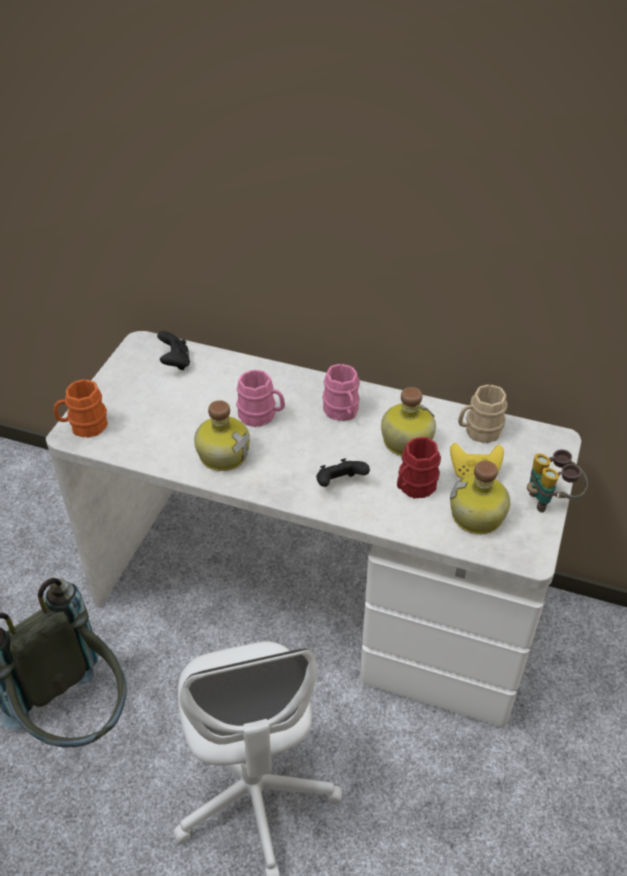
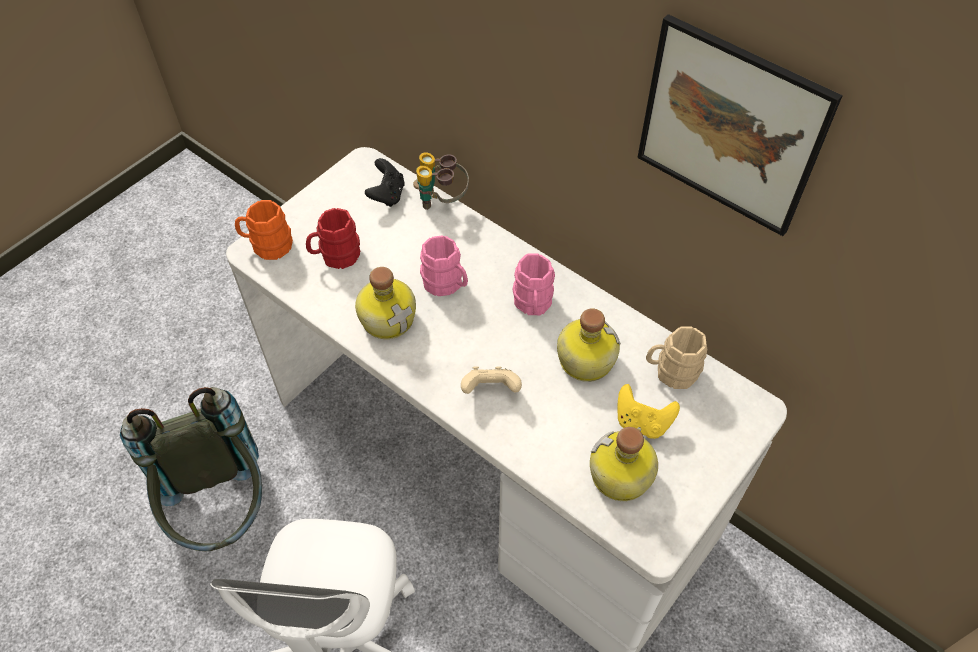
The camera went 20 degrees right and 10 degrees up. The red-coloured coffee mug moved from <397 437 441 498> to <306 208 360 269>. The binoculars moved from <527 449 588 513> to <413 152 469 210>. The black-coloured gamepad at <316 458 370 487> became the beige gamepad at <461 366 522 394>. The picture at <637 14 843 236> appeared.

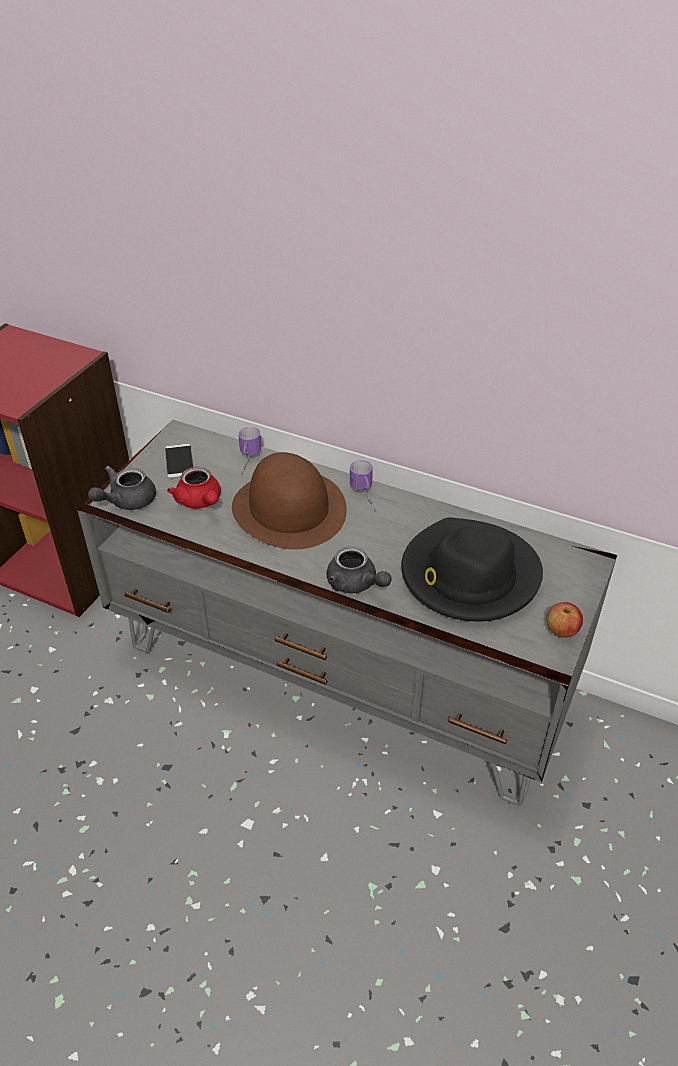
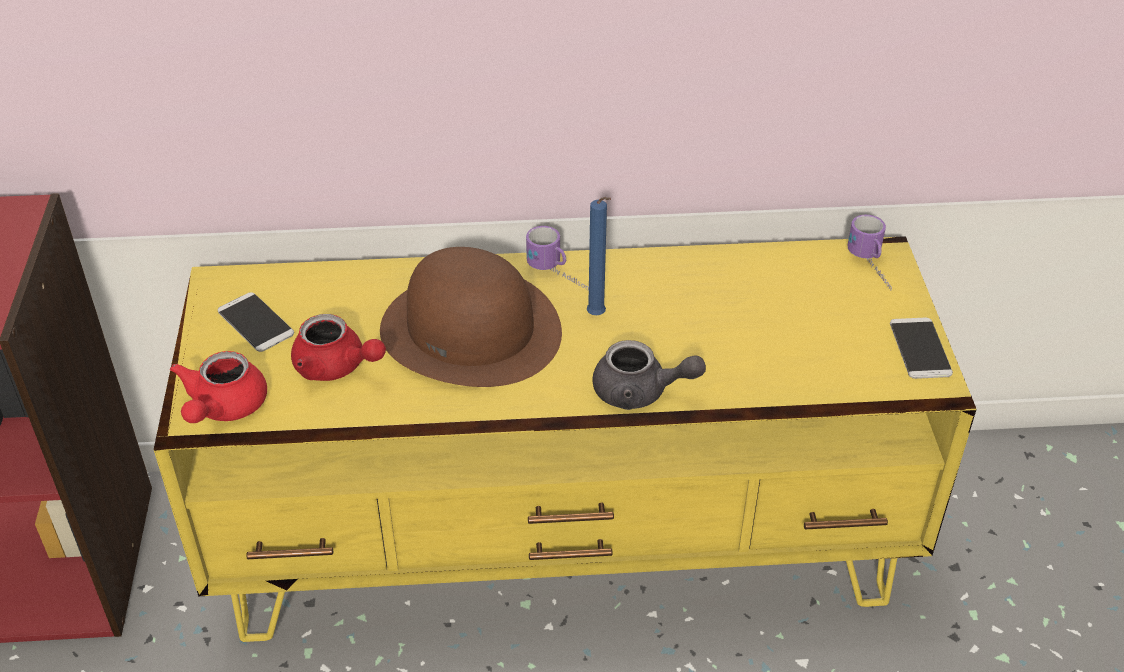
The camera went 30 degrees left and 0 degrees up. The greyish tv unit at <77 420 617 806> became the yellow-coloured tv unit at <154 236 976 642>. The greyish pot for tea at <88 466 156 510> became the red-coloured pot for tea at <170 351 267 423>. The bluish wax candle at <587 197 611 315> appeared. The coffee mug moved from <238 427 261 477> to <847 215 892 291>. The apple fruit at <547 602 583 638> was replaced by the handset at <890 317 953 379>. The black-coloured wearable hat at <401 518 543 621> disappeared.

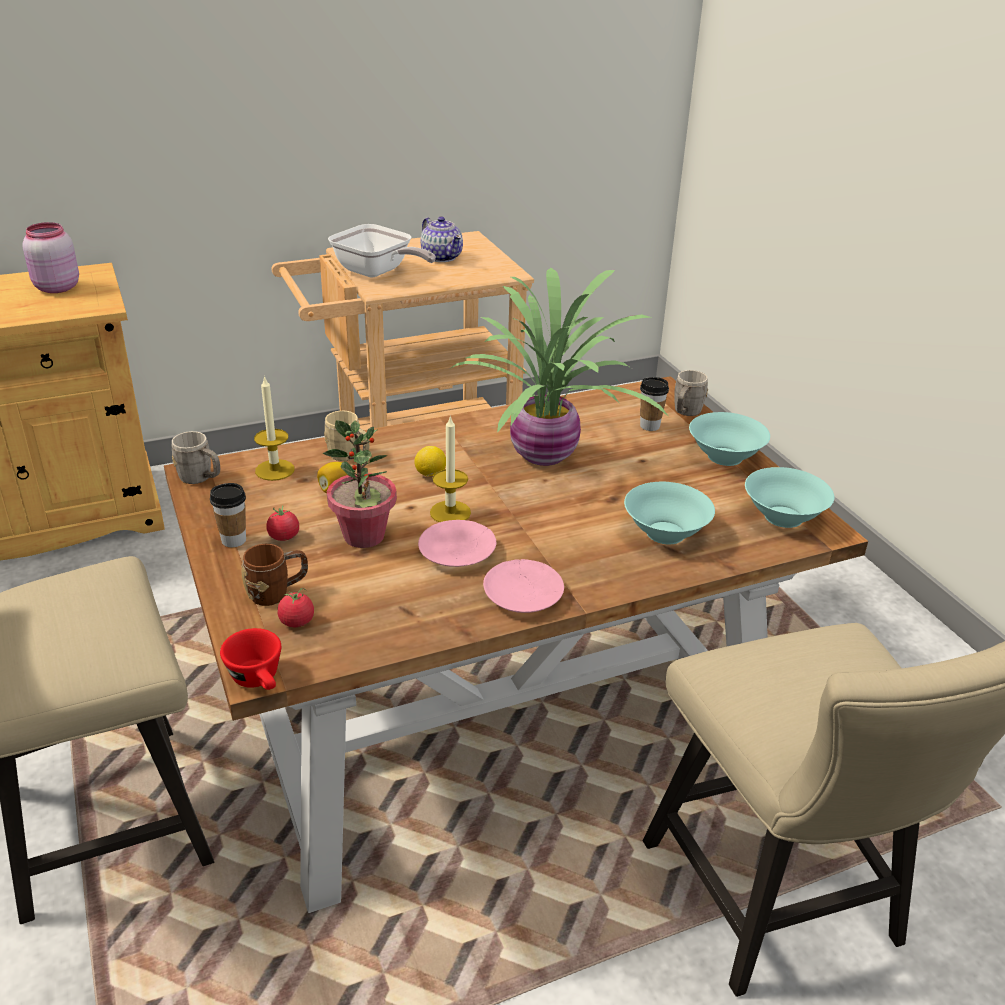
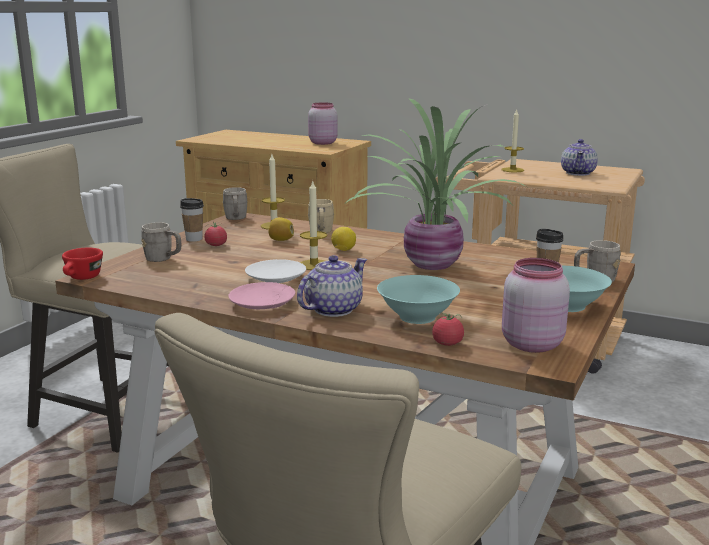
The camera went 50 degrees right and 15 degrees down. The brown-coloured coffee mug at <241 544 308 606> became the greyish coffee mug at <141 222 181 262>. The pink plate at <418 520 496 567> became the white-coloured plate at <245 259 306 283>. The pot for tea at <297 255 367 317> appeared. The tomato moved from <277 588 314 627> to <432 313 464 346>. The pan at <328 224 436 277> was replaced by the wax candle at <501 110 524 172>. The turquoise bowl at <745 467 834 528> was replaced by the pink storage jar at <502 258 570 353>. The houseplant at <323 420 397 548> disappeared.

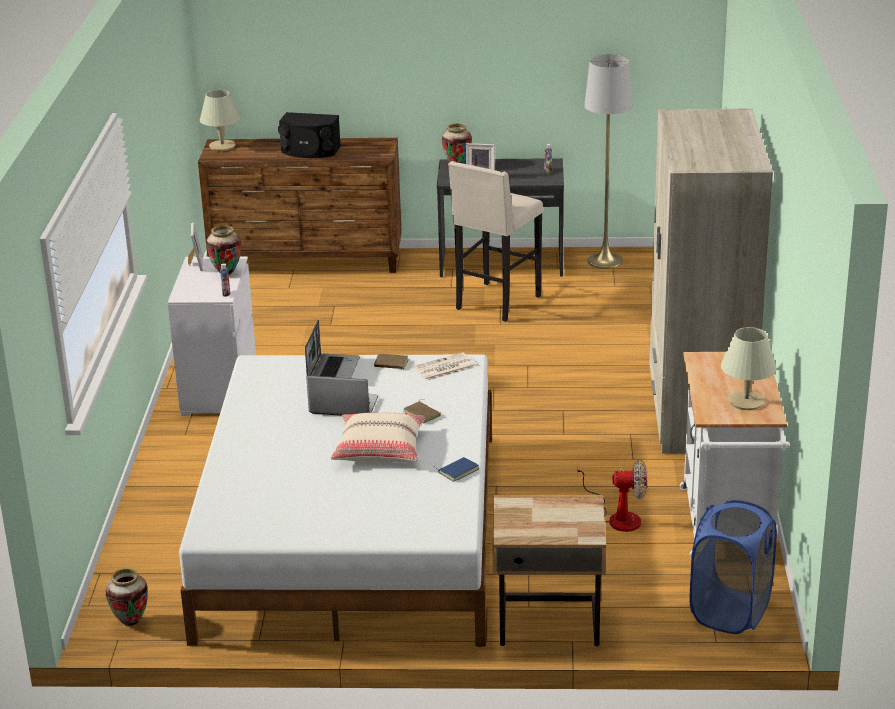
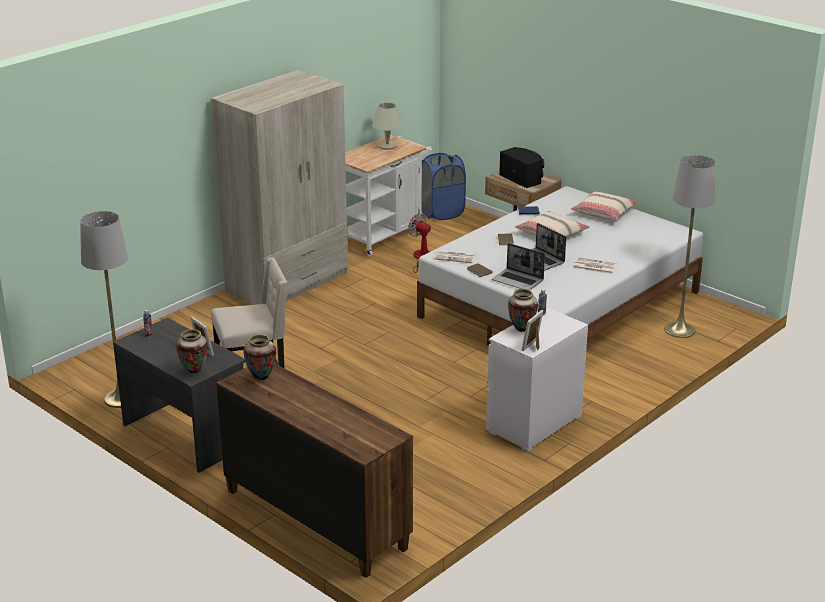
The camera went 140 degrees left and 0 degrees up. The flower vase moved from <106 568 148 627> to <244 334 276 381>. The portable computer at <305 320 360 378> turned 105 degrees counterclockwise. The black-coloured speaker moved from <278 112 341 158> to <499 147 544 188>. The beige cushion at <571 191 639 221> appeared. The daily paper at <573 257 617 274> appeared. The greyish standing lamp at <664 155 716 338> appeared. The beige tabletop lamp at <200 90 240 151> disappeared.

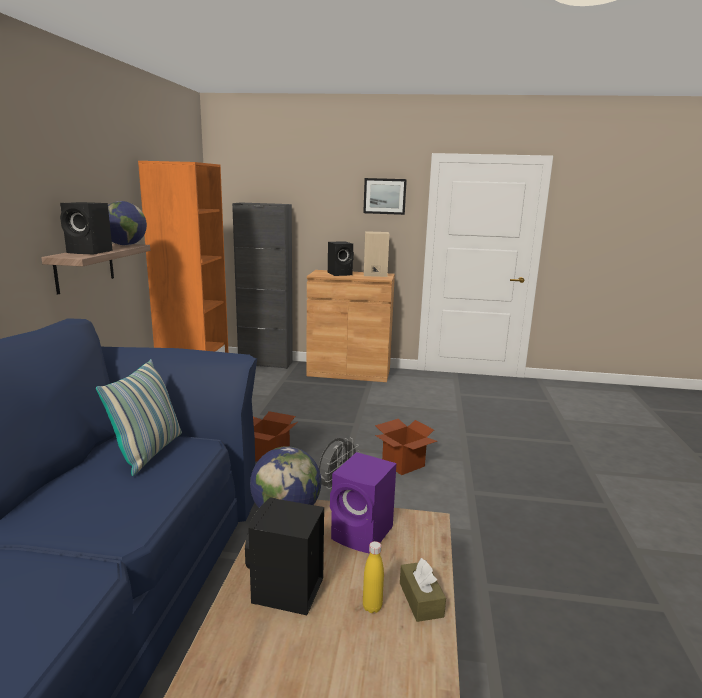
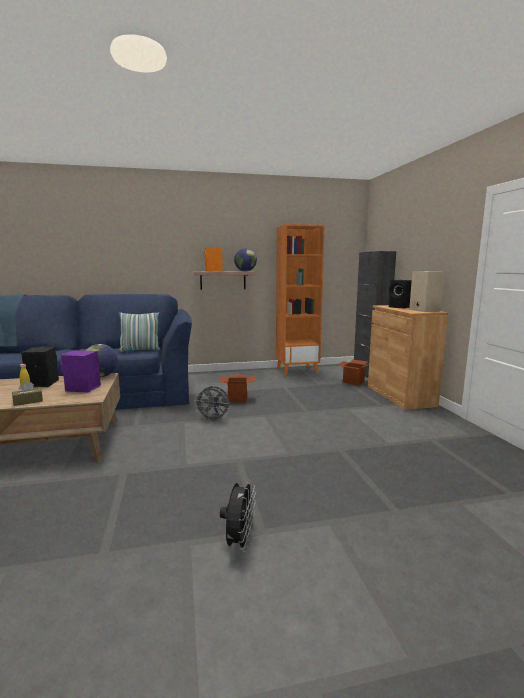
The camera went 70 degrees right and 5 degrees down. The black-coloured speaker at <60 202 113 254> became the orangey speaker at <205 247 223 272>. The black-coloured electric fan at <220 480 256 552> appeared. The carton moved from <375 419 437 475> to <339 359 369 385>. The picture at <363 178 407 215> disappeared.

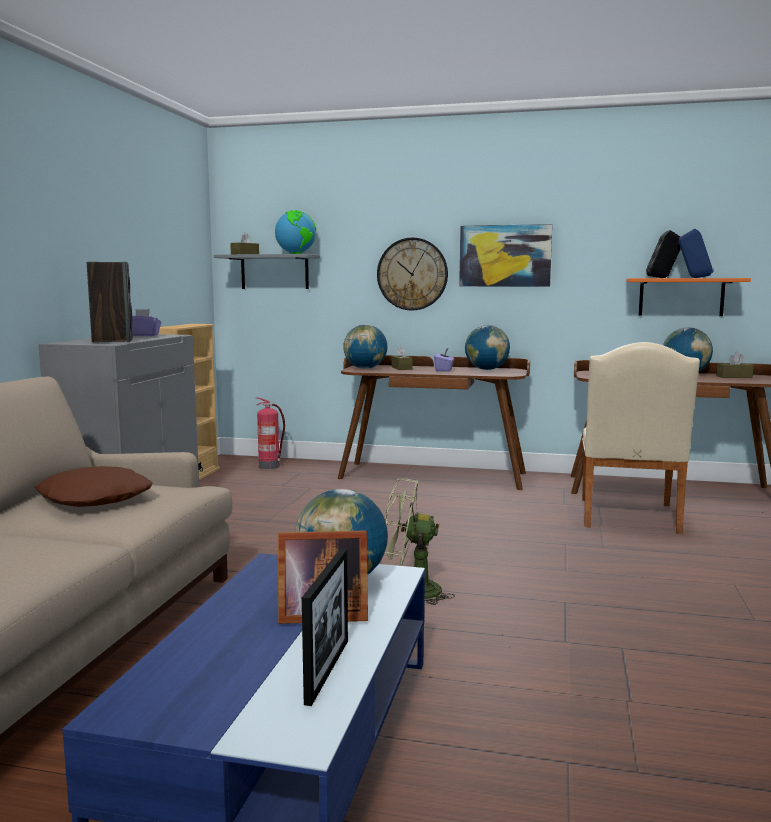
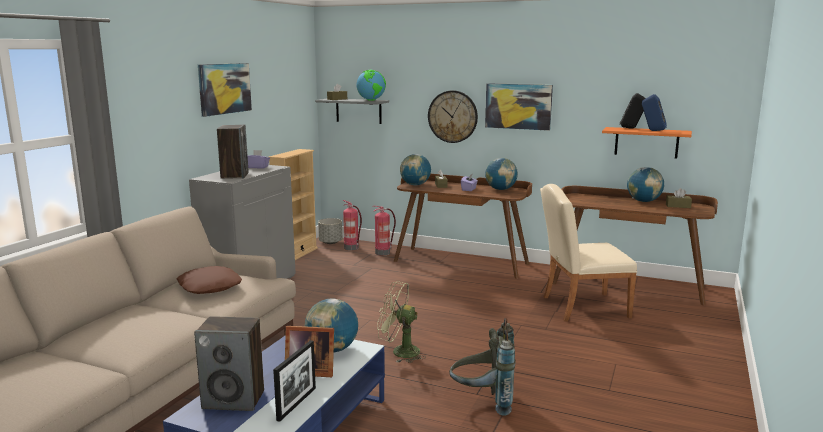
The camera went 10 degrees right and 5 degrees up. The speaker at <194 316 264 411> appeared. The picture at <198 63 252 117> appeared. The greyish flower pot at <318 218 342 244> appeared. The fire extinguisher at <373 206 396 255> appeared. The greyish backpack at <449 318 515 416> appeared. The beige upright chair at <582 342 700 534> turned 60 degrees clockwise.

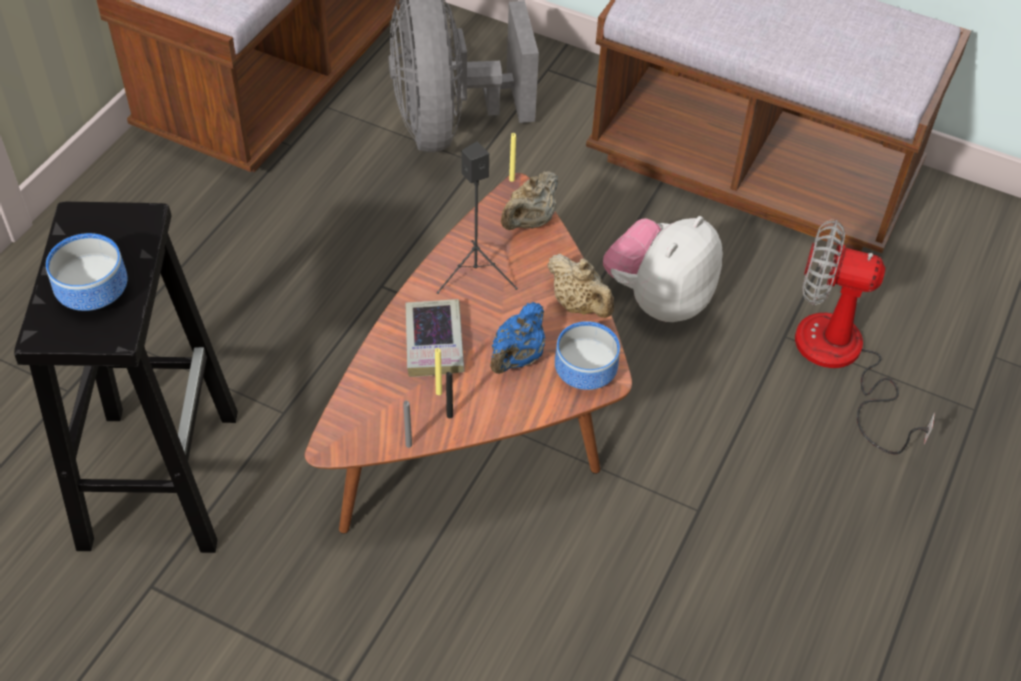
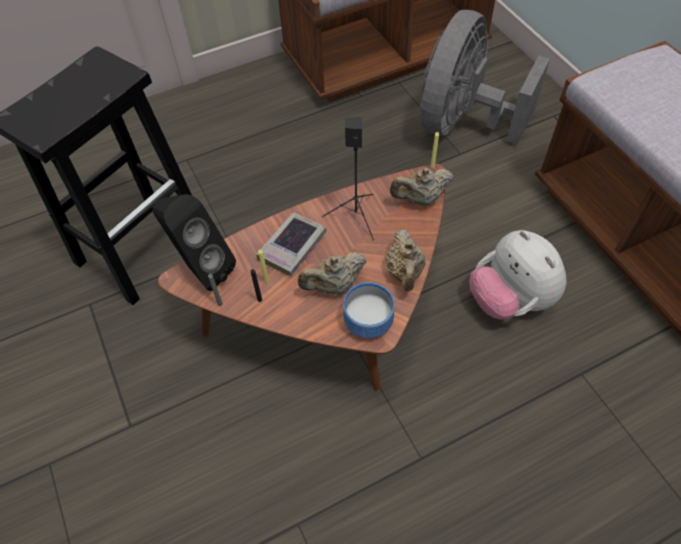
The camera went 40 degrees right and 5 degrees up. The black-coloured speaker at <153 194 236 291> appeared. The bluish pot for tea at <490 302 545 374> became the beige pot for tea at <298 252 366 295>. The soft toy at <603 216 723 322> turned 105 degrees counterclockwise. The bowl at <46 233 127 311> disappeared. The electric fan at <795 219 935 454> disappeared.

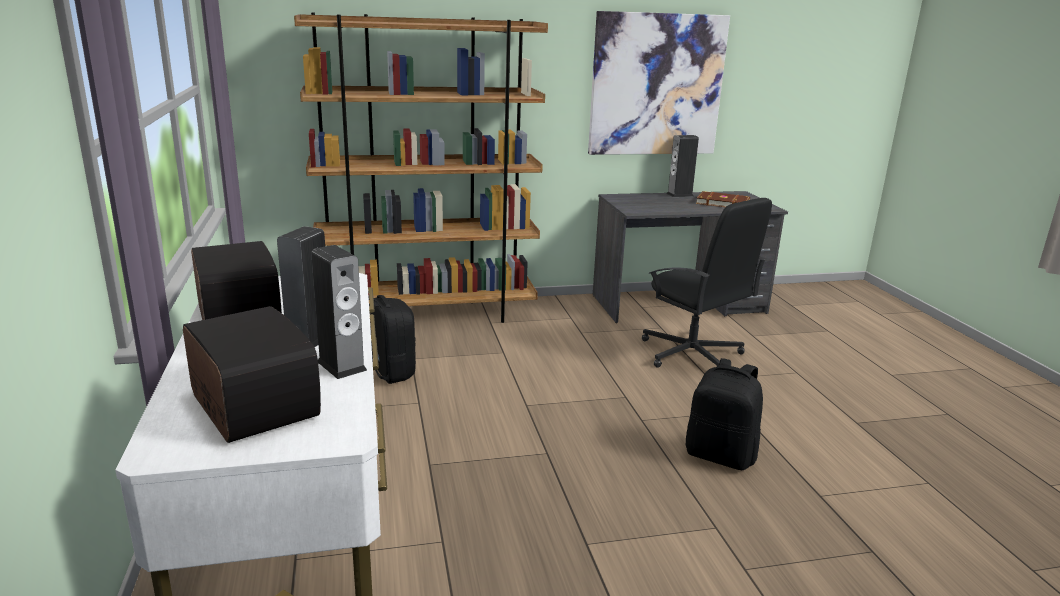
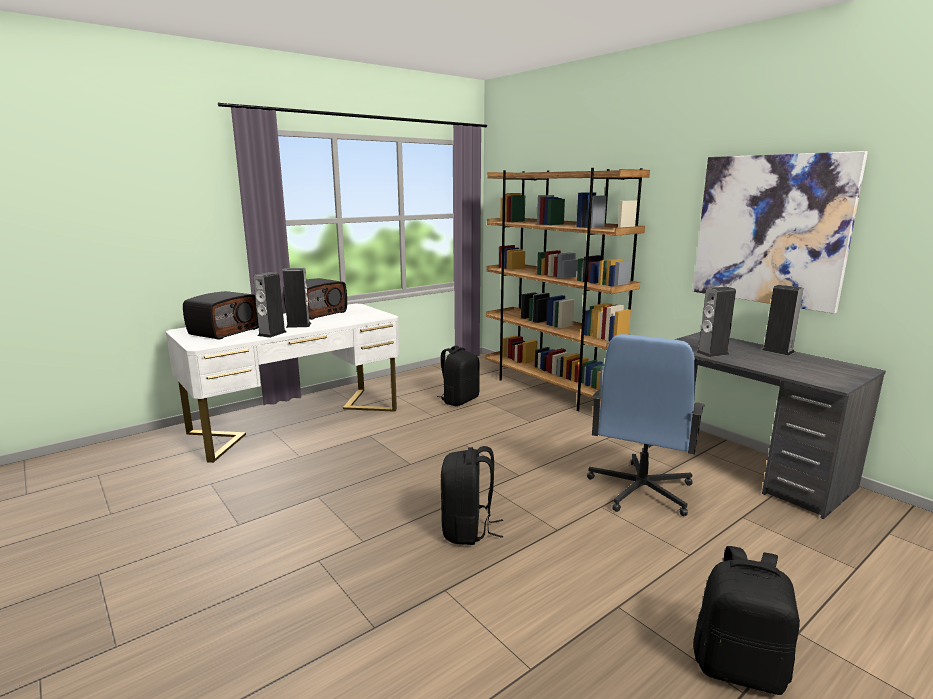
The camera went 65 degrees right and 5 degrees down. The black-coloured desk chair at <642 198 772 368> became the bluish desk chair at <587 334 705 516>. The black-coloured backpack at <693 546 800 695> appeared. The speaker at <696 287 736 357> appeared. The brown-coloured book at <696 191 750 207> disappeared.

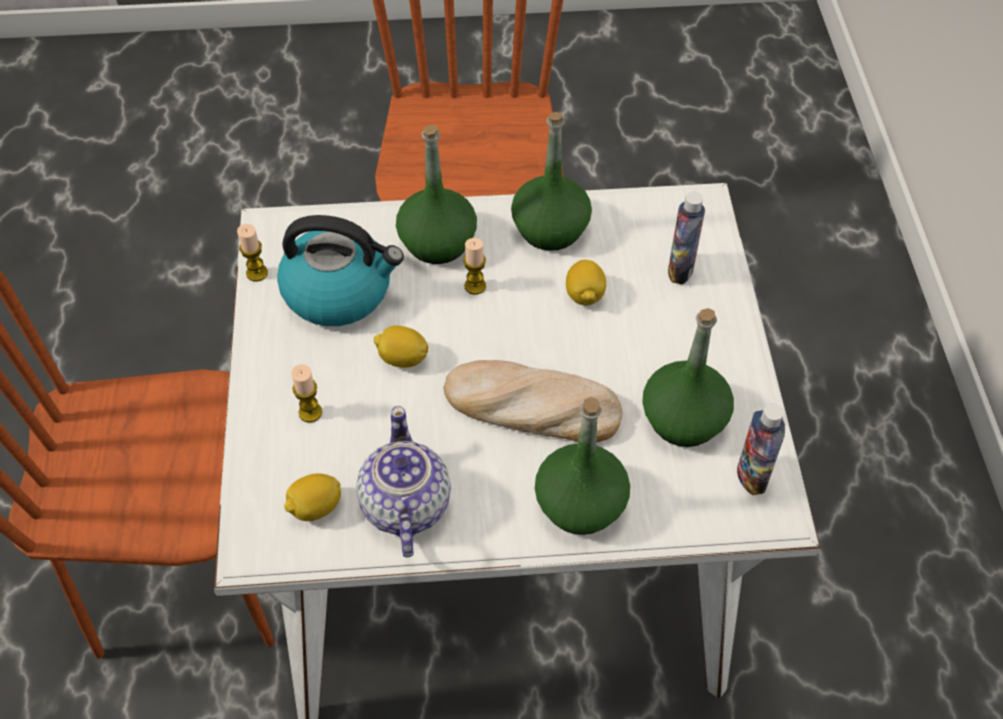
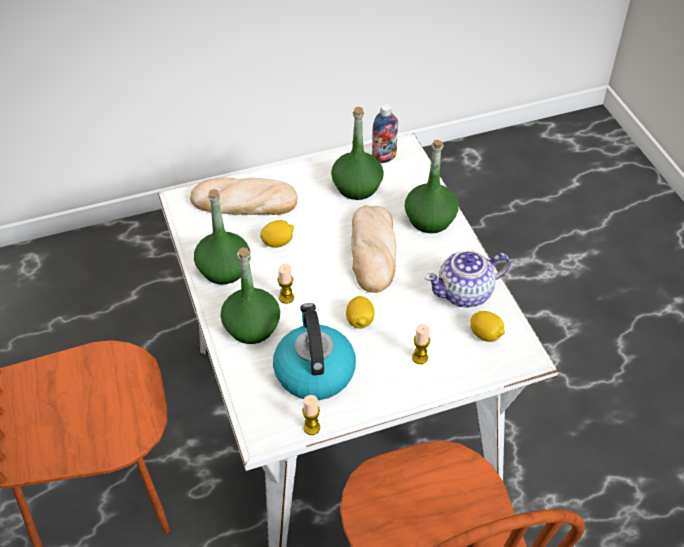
The camera went 105 degrees left and 5 degrees down. The beverage bottle at <668 192 705 284> was replaced by the baked bread at <190 177 298 215>.

